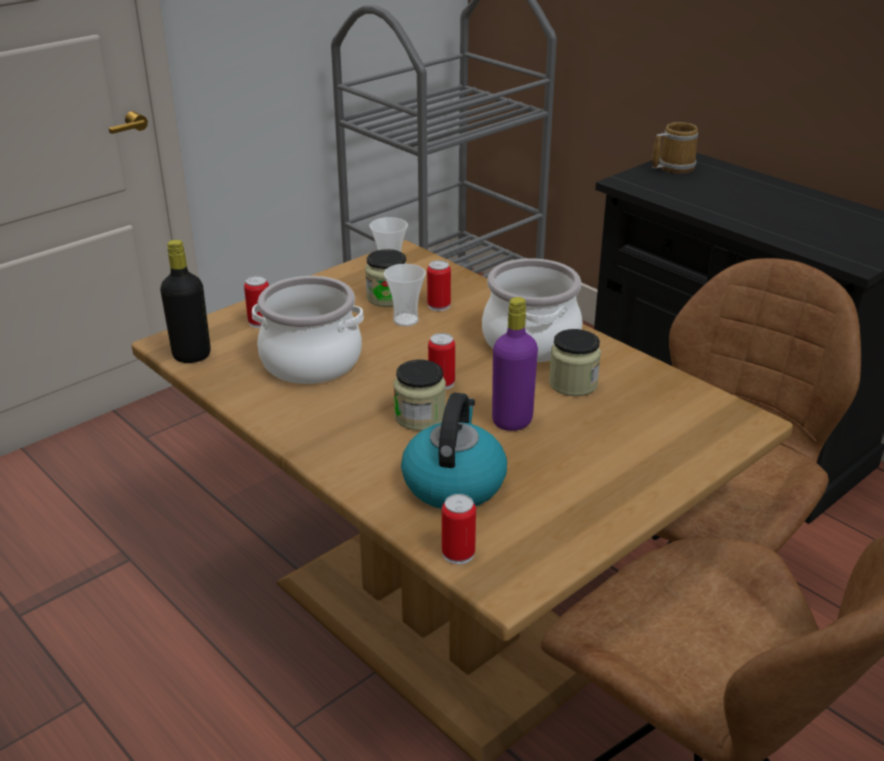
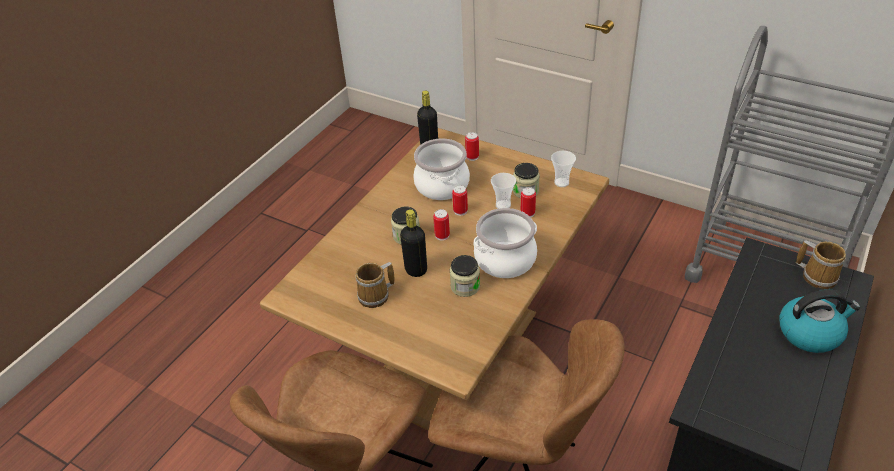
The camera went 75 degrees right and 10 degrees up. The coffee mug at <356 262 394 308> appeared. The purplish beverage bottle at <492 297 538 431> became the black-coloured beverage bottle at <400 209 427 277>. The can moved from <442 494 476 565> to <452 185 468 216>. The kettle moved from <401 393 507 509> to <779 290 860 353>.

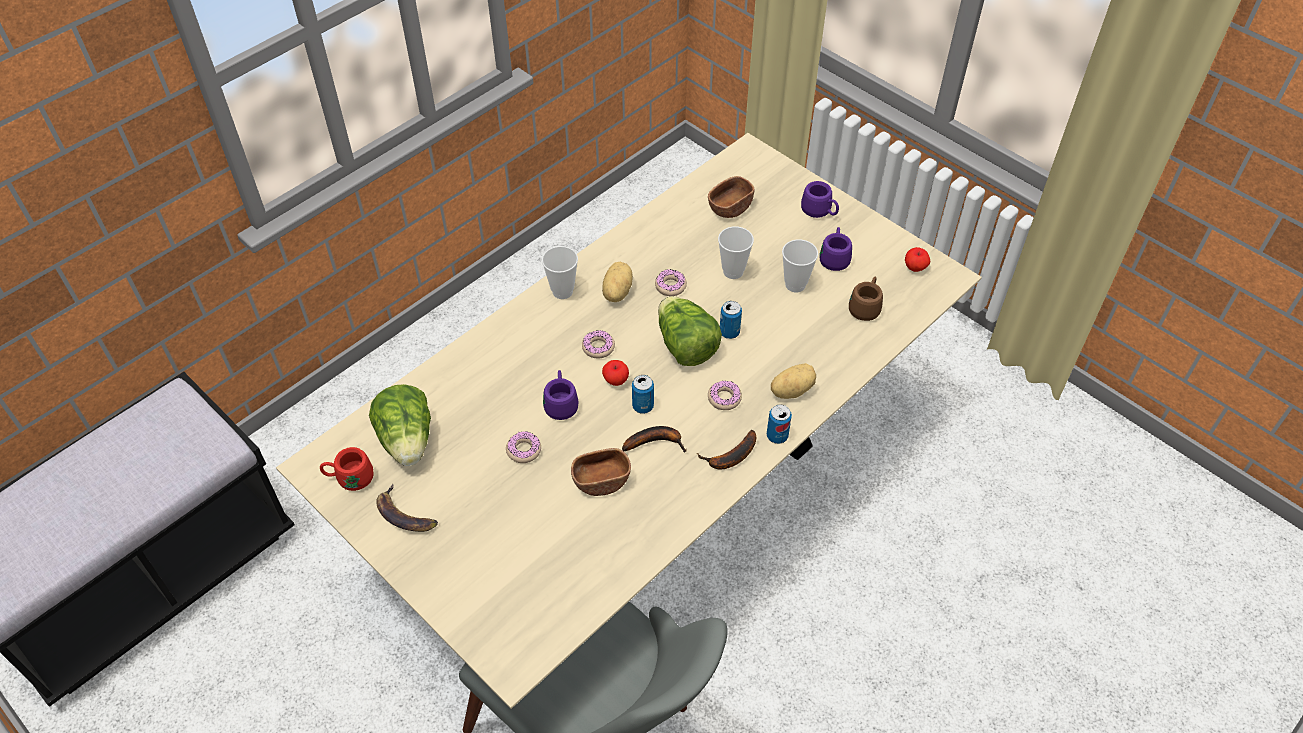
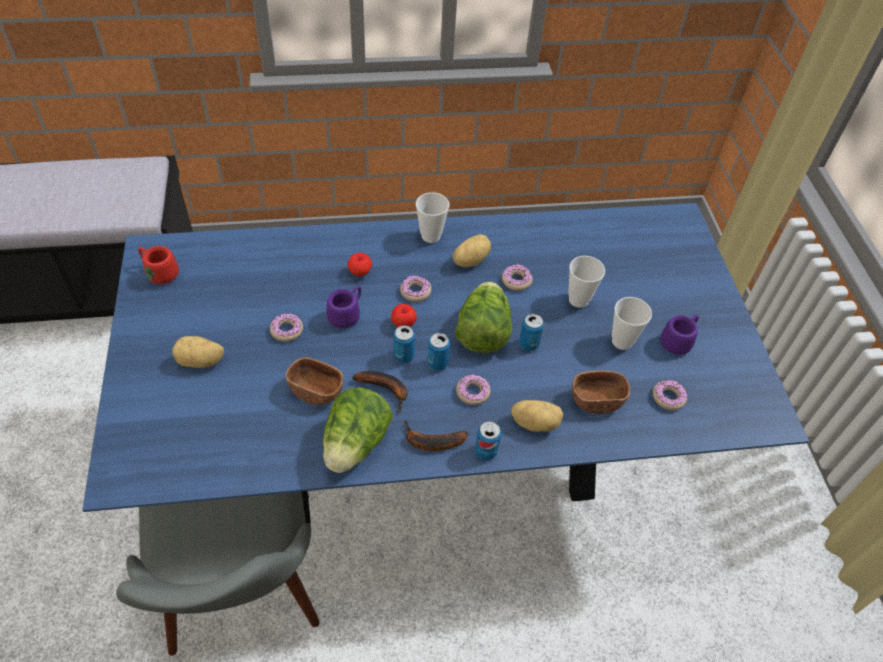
The camera went 35 degrees right and 0 degrees up. The beige dinner table at <276 133 982 709> became the bluish dinner table at <82 203 809 524>. The whole potato at <172 336 224 368> appeared. The head of lettuce moved from <369 384 431 466> to <323 388 393 473>. The apple fruit moved from <905 247 930 272> to <348 253 372 277>. The can at <427 333 450 371> appeared. The brown-coloured bowl moved from <708 176 755 218> to <572 370 630 414>. The brown-coloured coffee mug at <849 277 883 321> was replaced by the doughnut at <653 380 687 410>. The banana at <376 484 438 532> disappeared. The purplish coffee mug at <801 181 839 218> disappeared.

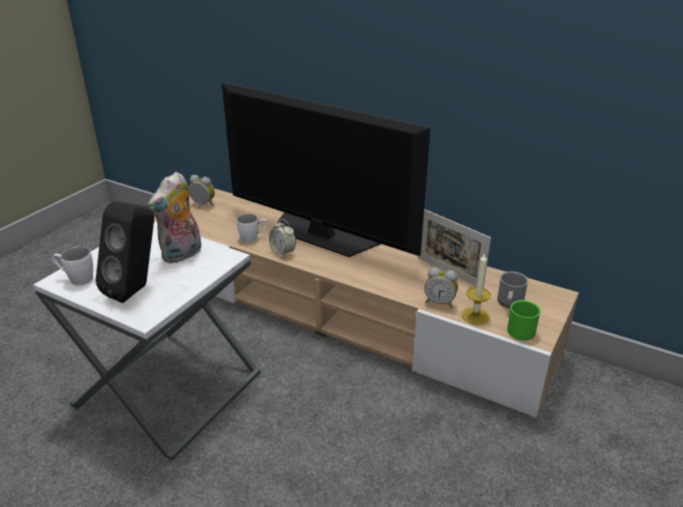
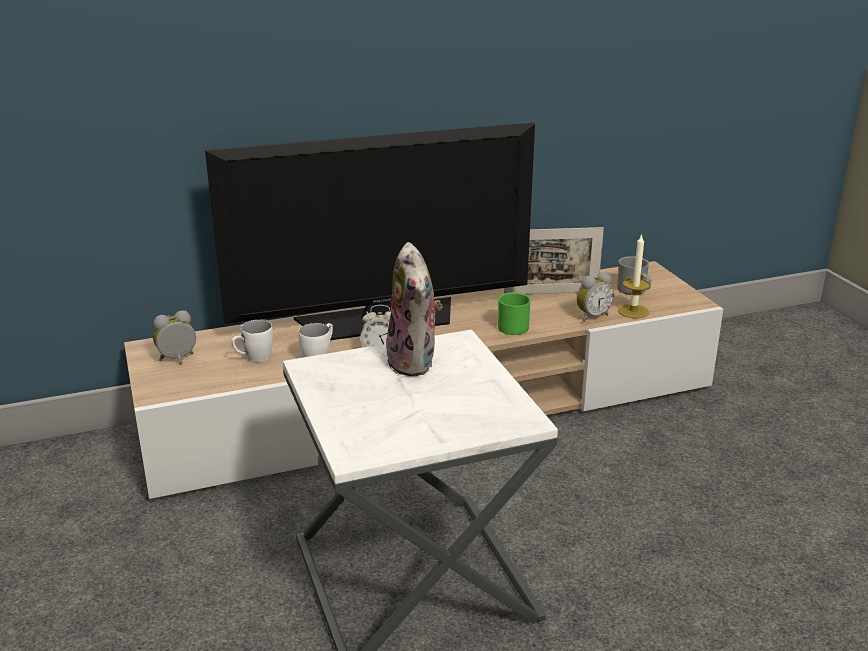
The camera went 50 degrees left and 5 degrees down. The white-coloured coffee mug moved from <52 246 93 286> to <231 320 273 362>. The greenish coffee mug moved from <507 300 541 340> to <498 292 531 335>. The black-coloured speaker at <96 201 154 303> disappeared.

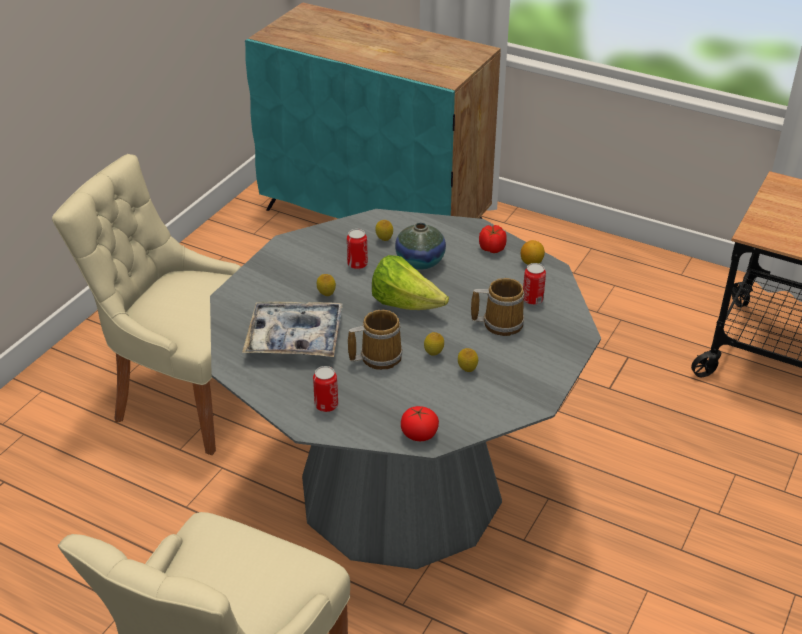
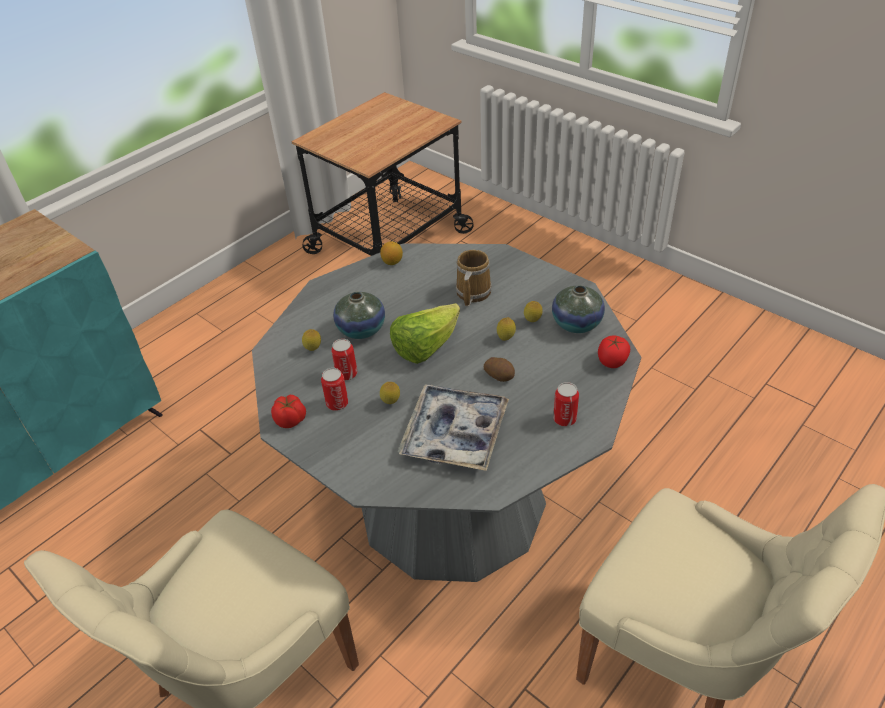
The camera went 75 degrees left and 5 degrees up. The tomato moved from <479 225 507 253> to <271 395 306 428>. The can moved from <523 263 546 305> to <321 368 348 411>. The coffee mug at <348 310 403 370> was replaced by the whole potato at <484 357 515 382>. The flower vase at <552 285 605 333> appeared.

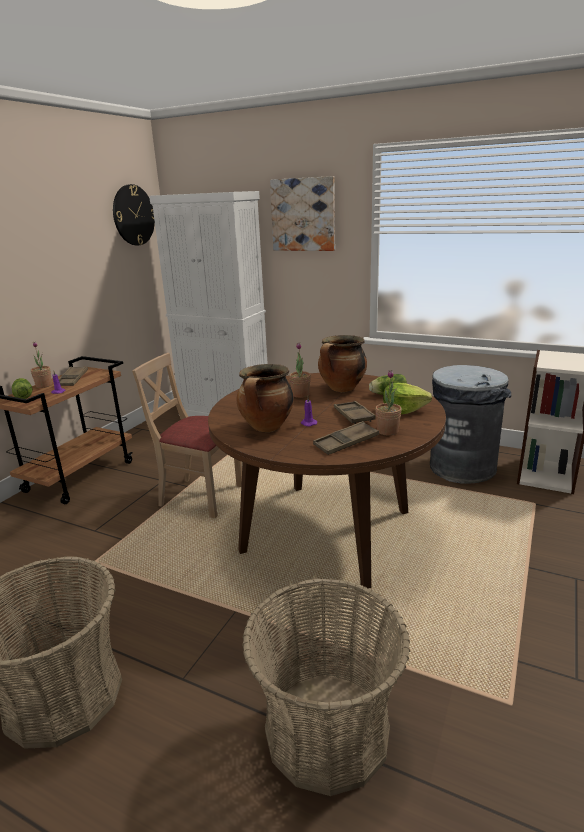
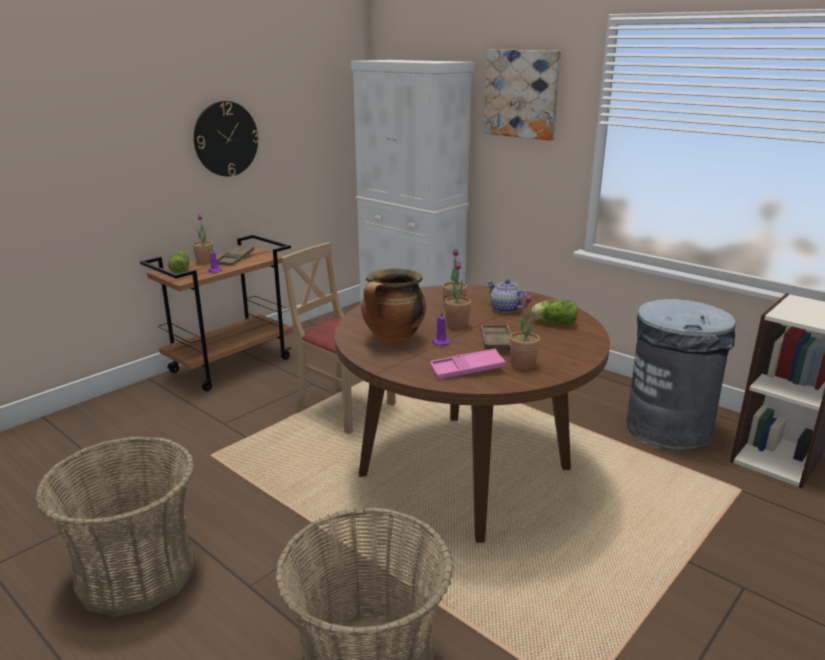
The camera went 15 degrees right and 0 degrees up. The hanging clock moved from <113 184 155 245> to <194 101 259 177>. The brown-coloured tray at <313 421 379 455> became the pink tray at <430 349 506 379>. The houseplant at <445 262 471 329> appeared. The cooking pot at <318 335 367 392> was replaced by the pot for tea at <487 279 528 313>. The head of lettuce at <383 383 432 414> disappeared.

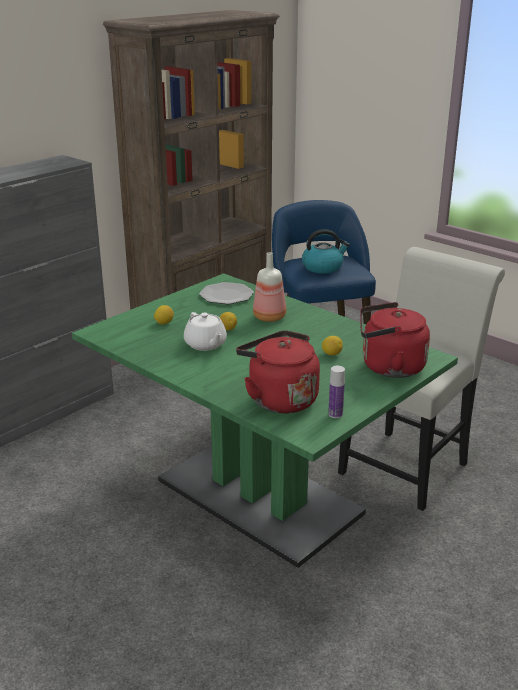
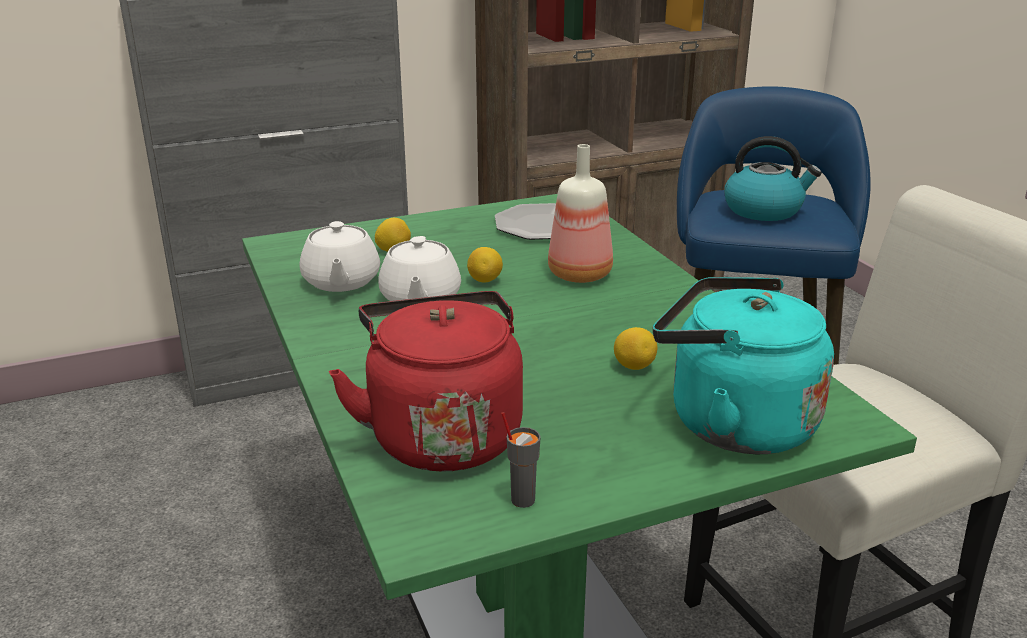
The camera went 25 degrees right and 0 degrees up. The white-coloured pot for tea at <300 221 380 292> appeared. The beverage bottle at <328 366 345 418> was replaced by the greyish drinking cup at <501 412 541 508>. The red-coloured kettle at <360 302 430 378> became the turquoise kettle at <653 277 834 454>.

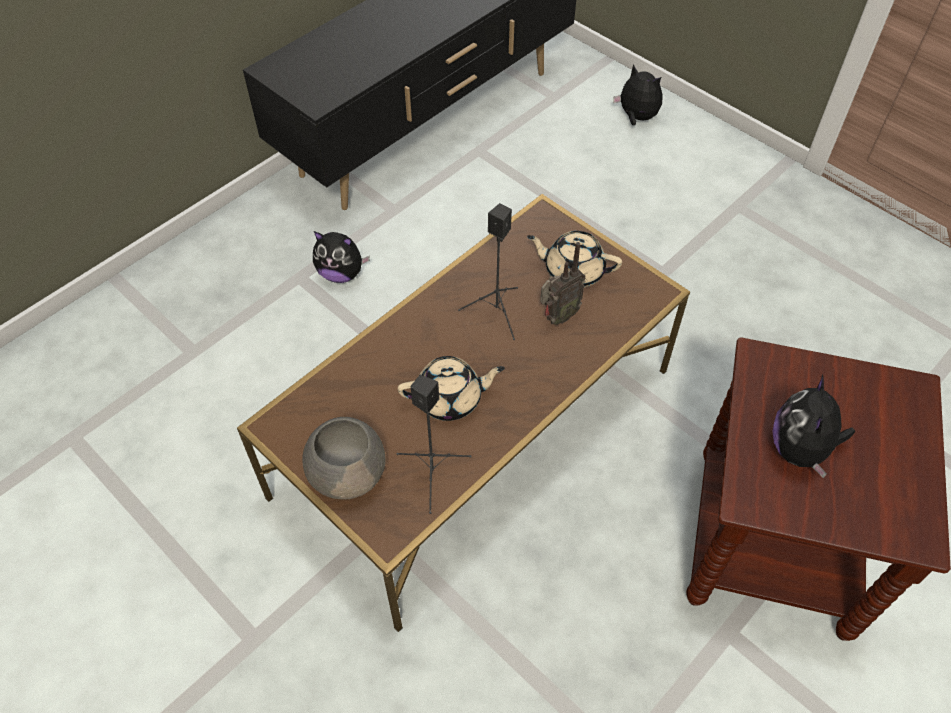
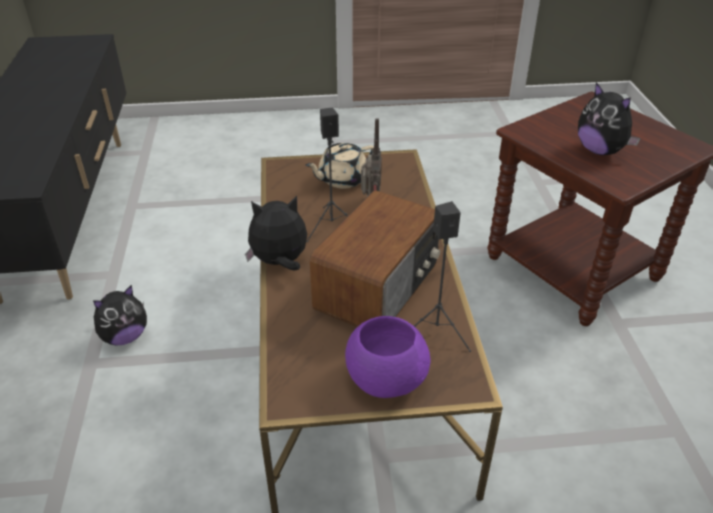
The camera went 50 degrees left and 15 degrees down. The soft toy moved from <613 64 662 125> to <245 196 307 271>. The beige pot for tea at <398 356 505 421> was replaced by the radio at <310 190 440 327>. The greyish bowl at <302 417 386 499> became the purplish bowl at <345 316 431 398>.

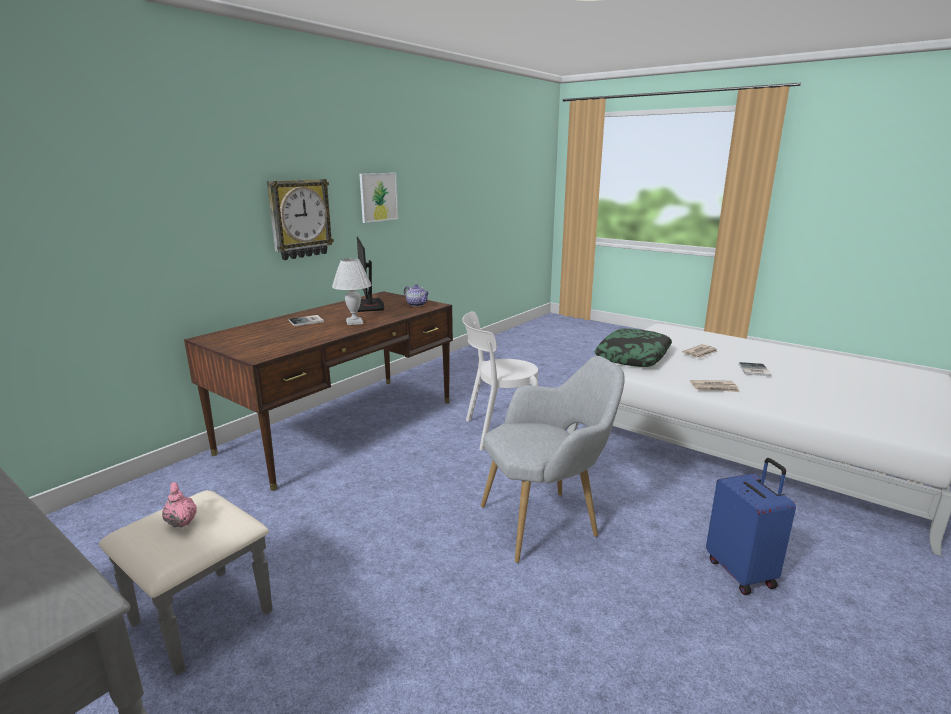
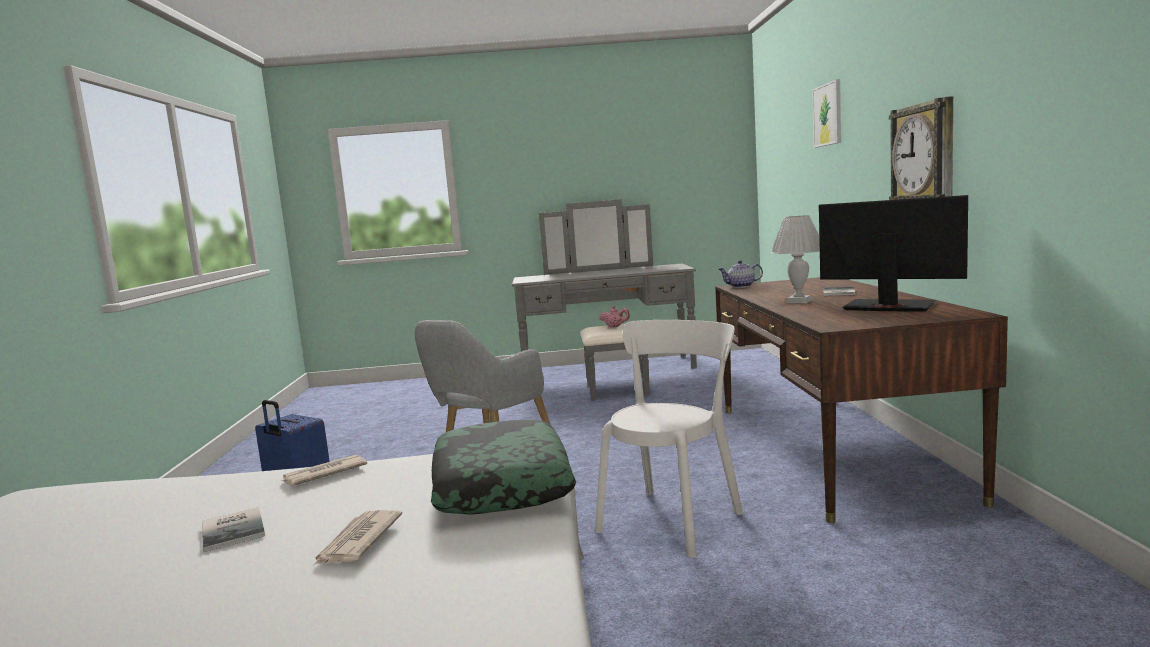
The camera went 140 degrees right and 10 degrees down. The pot for tea moved from <404 284 429 307> to <719 260 763 288>. The picture moved from <360 173 398 223> to <812 79 841 148>.

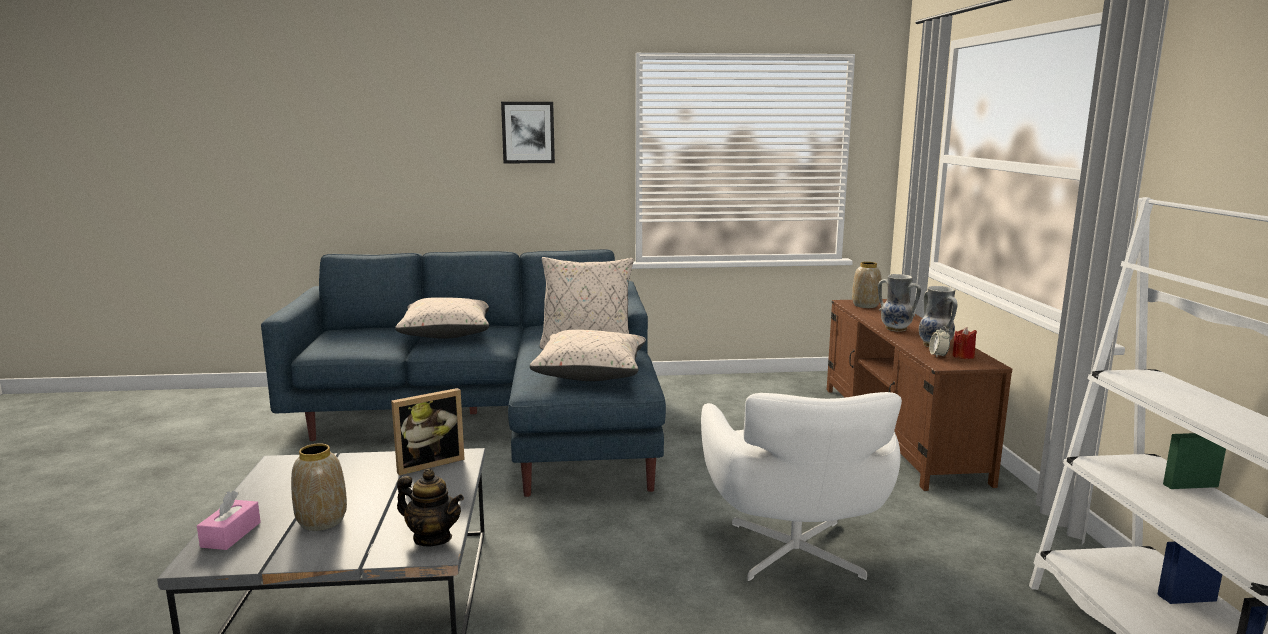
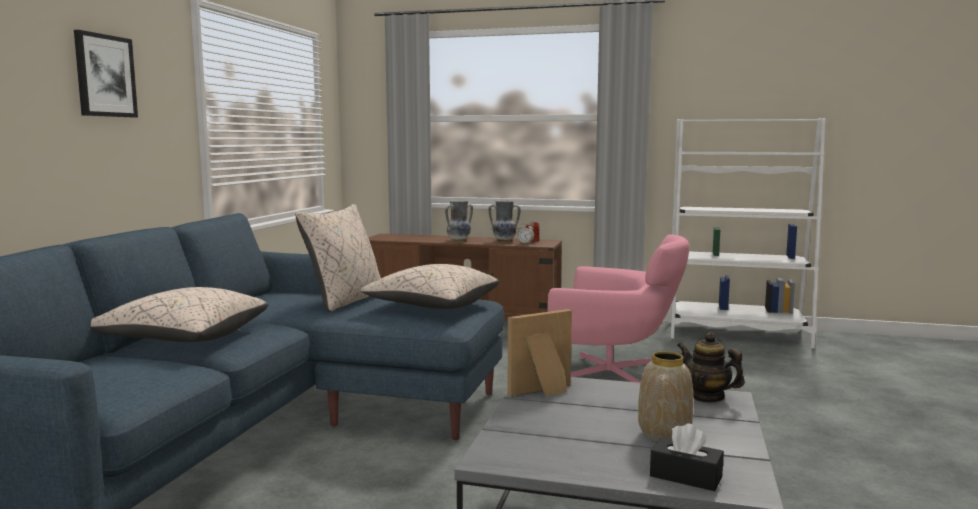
The camera went 70 degrees left and 5 degrees down. The photo frame at <391 388 465 475> turned 105 degrees counterclockwise. The white-coloured armchair at <701 392 902 581> became the pink armchair at <548 234 689 383>. The pink tissue box at <197 491 261 550> became the black-coloured tissue box at <650 423 724 491>. The pot for tea at <397 469 464 546> turned 90 degrees counterclockwise. The flower vase at <852 262 881 308> disappeared.

